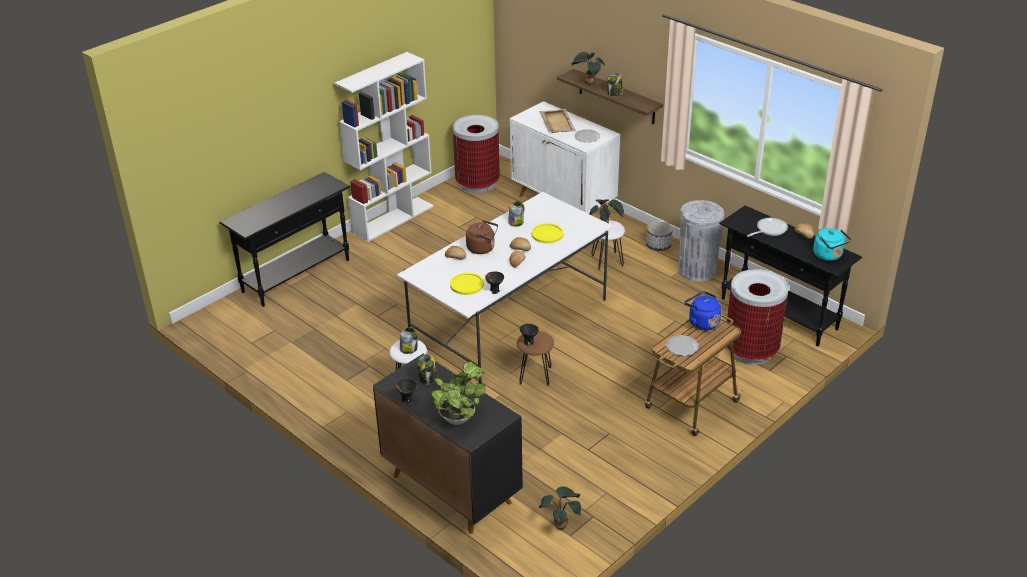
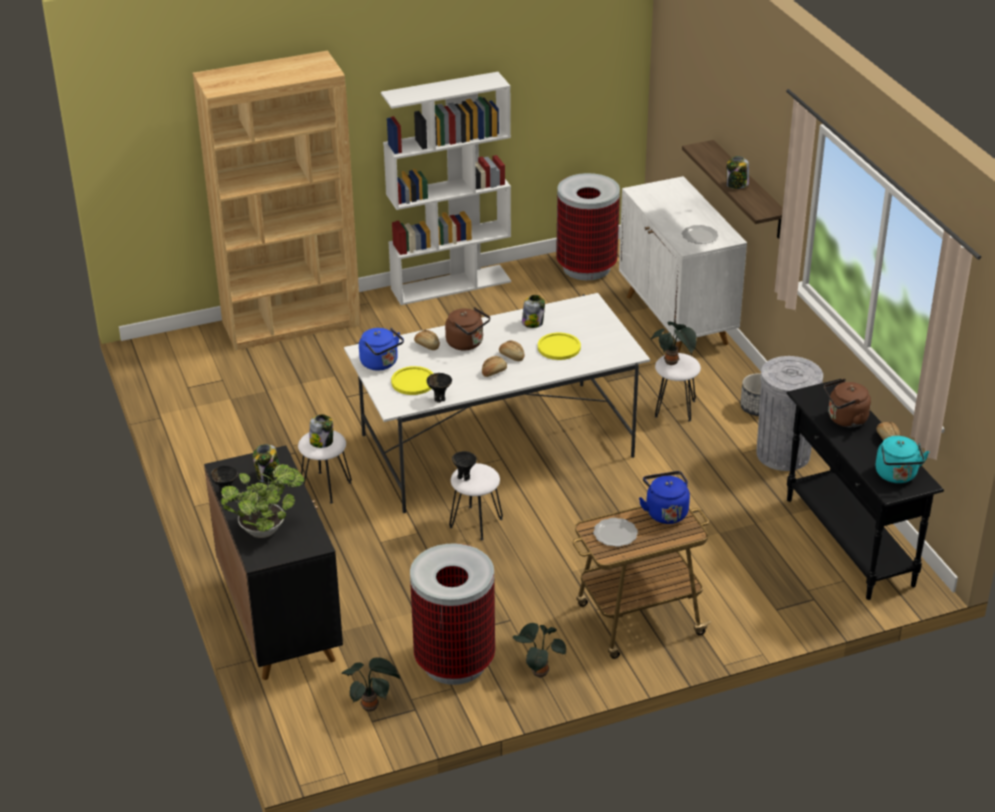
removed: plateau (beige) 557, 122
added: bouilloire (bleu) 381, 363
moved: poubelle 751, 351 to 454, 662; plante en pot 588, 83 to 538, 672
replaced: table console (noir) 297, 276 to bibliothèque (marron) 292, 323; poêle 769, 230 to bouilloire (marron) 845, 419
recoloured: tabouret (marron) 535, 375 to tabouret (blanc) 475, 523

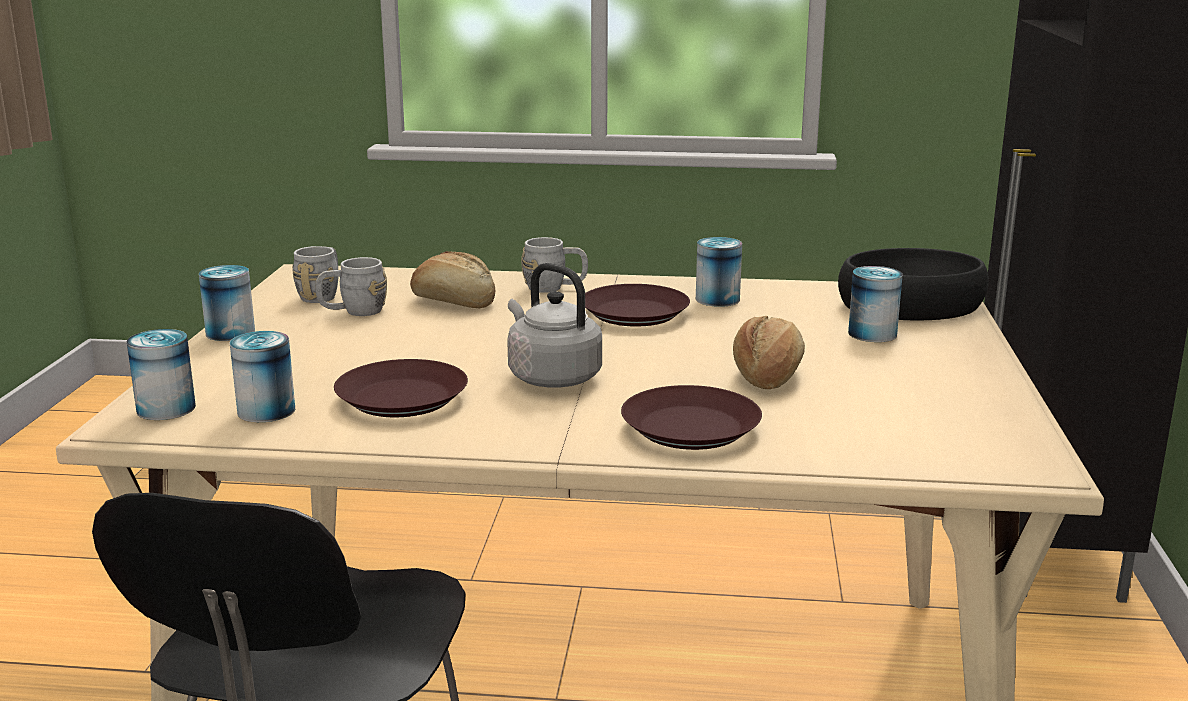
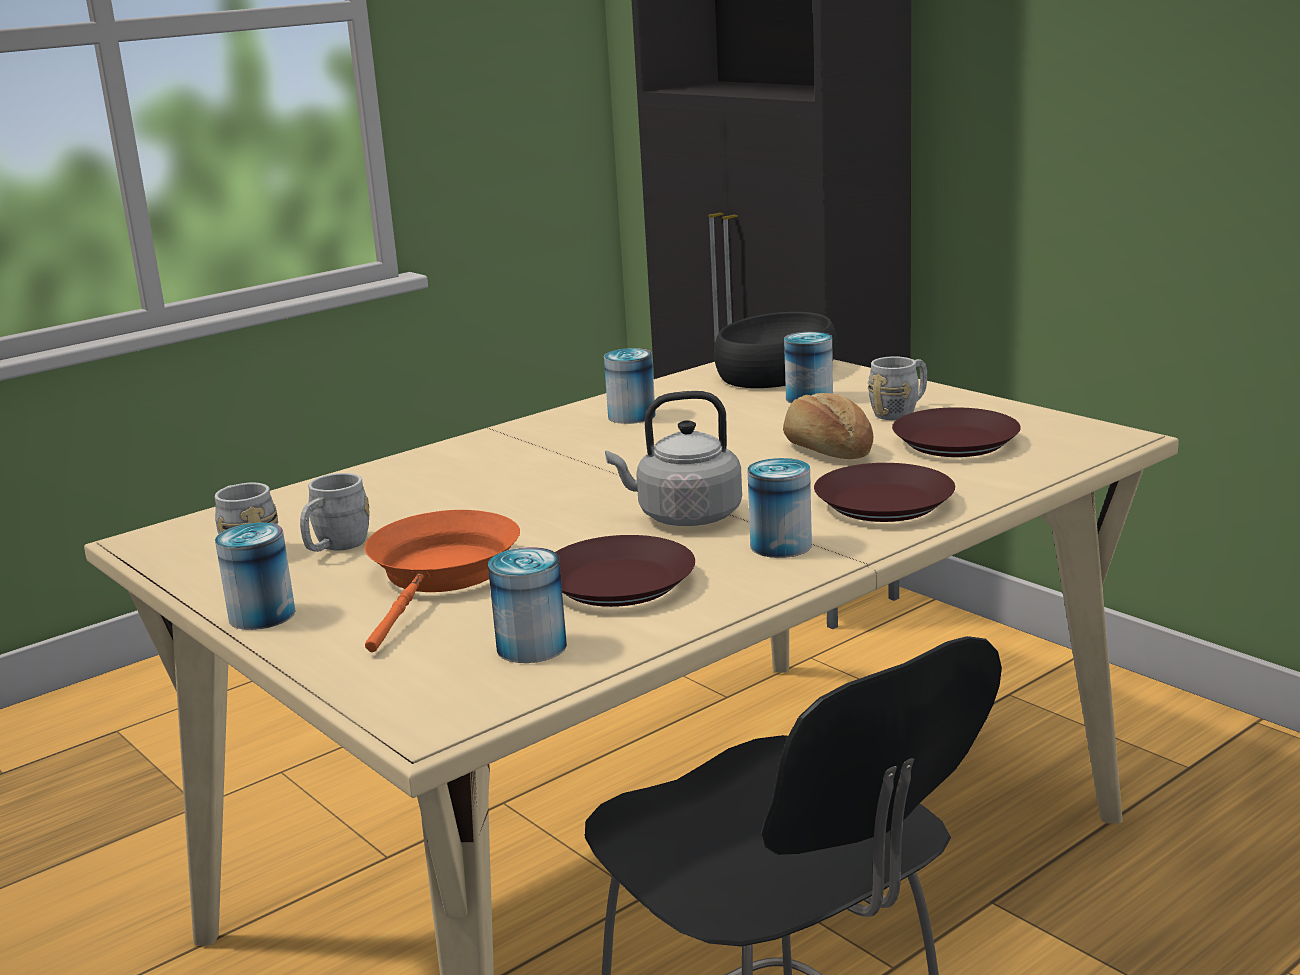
removed: pain 454, 301
added: poêle (orange) 442, 575
moved: boîte métallique 166, 409 to 781, 545; mug (gris) 554, 288 to 901, 411; assiette (marron) 634, 314 to 956, 443

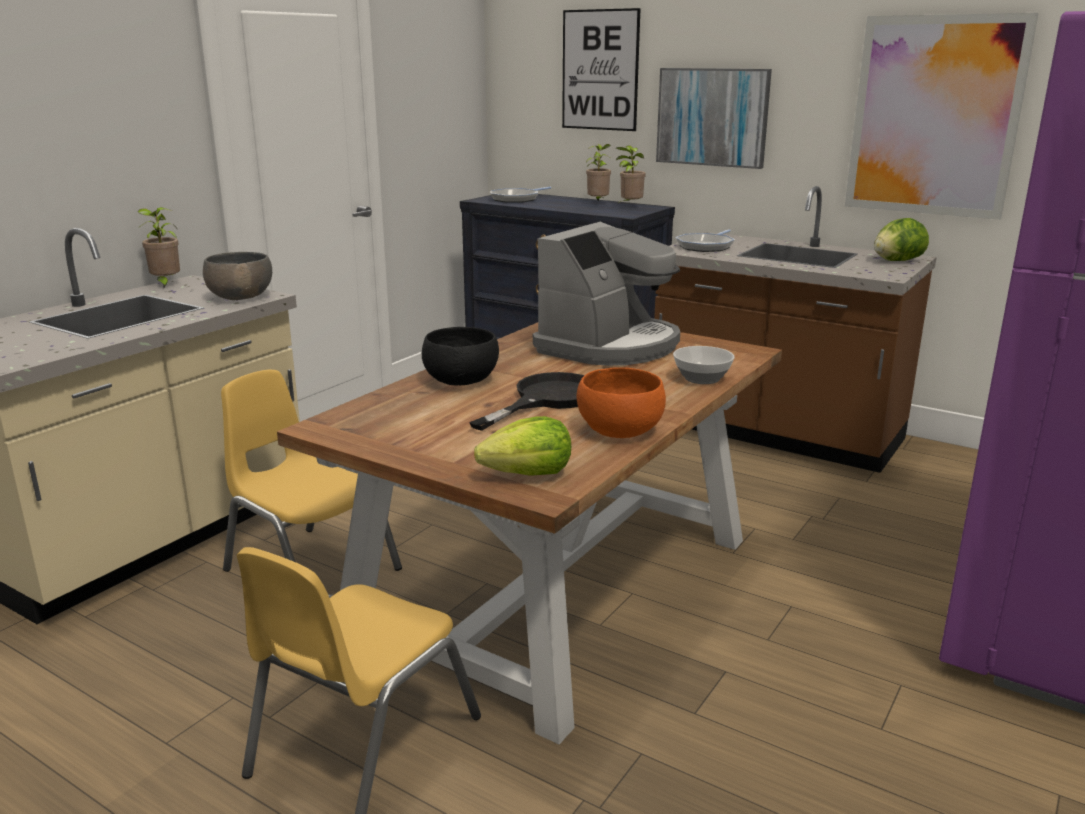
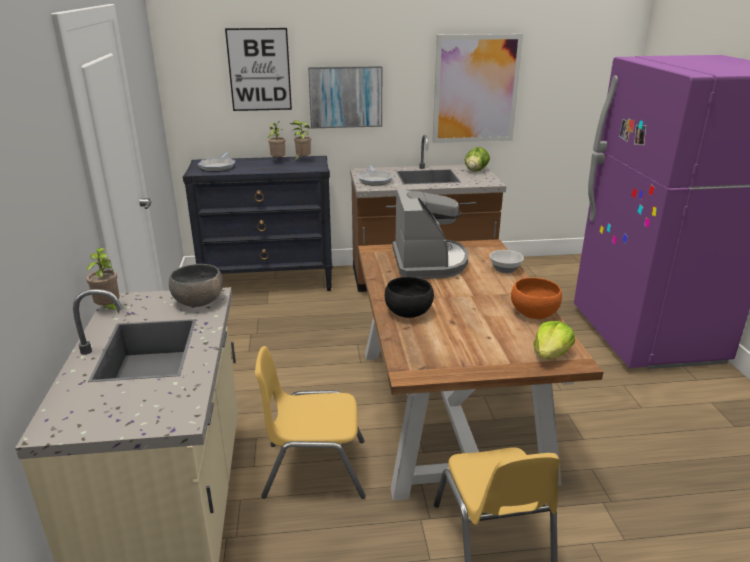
removed: poêle (noir) 547, 399

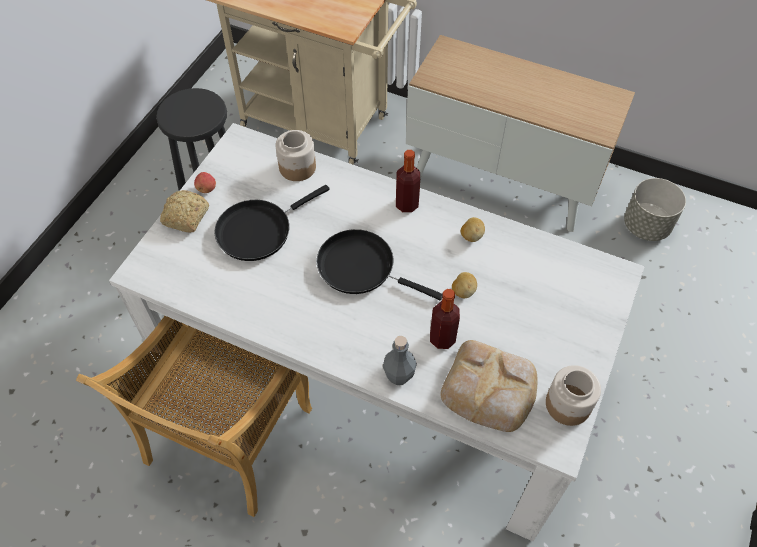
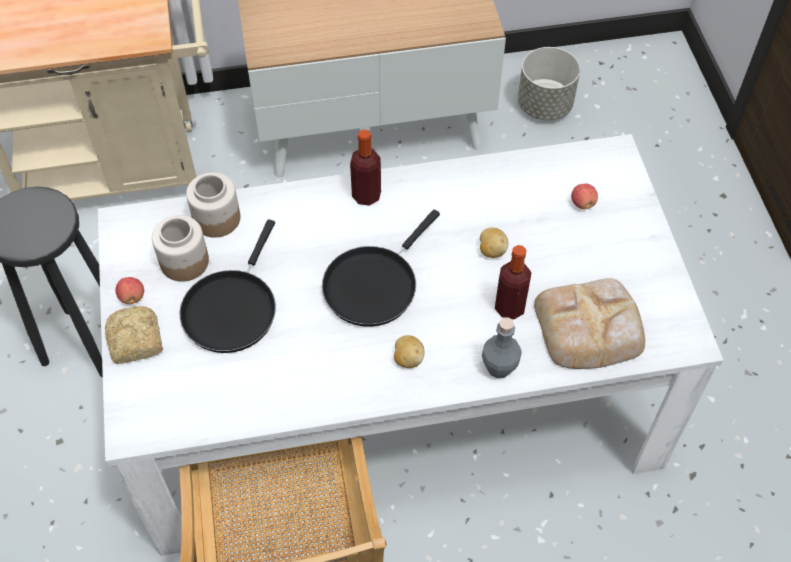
added: pomme 582, 203
moved: bocal 567, 404 to 183, 262; pomme de terre 471, 236 to 408, 359
turned: poêle (noir) 361, 267 = 374, 284 45 degrees counterclockwise

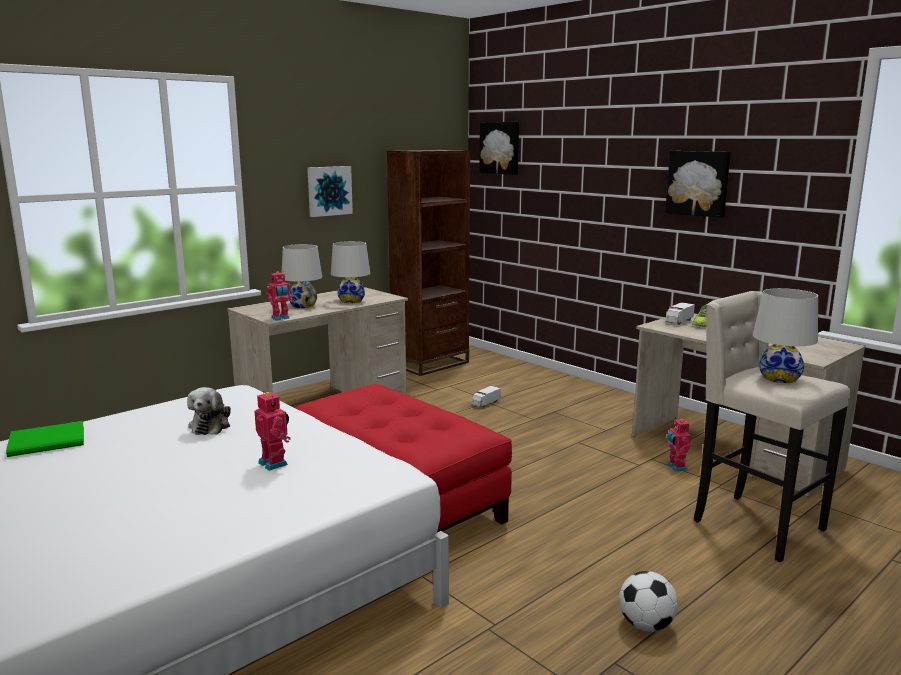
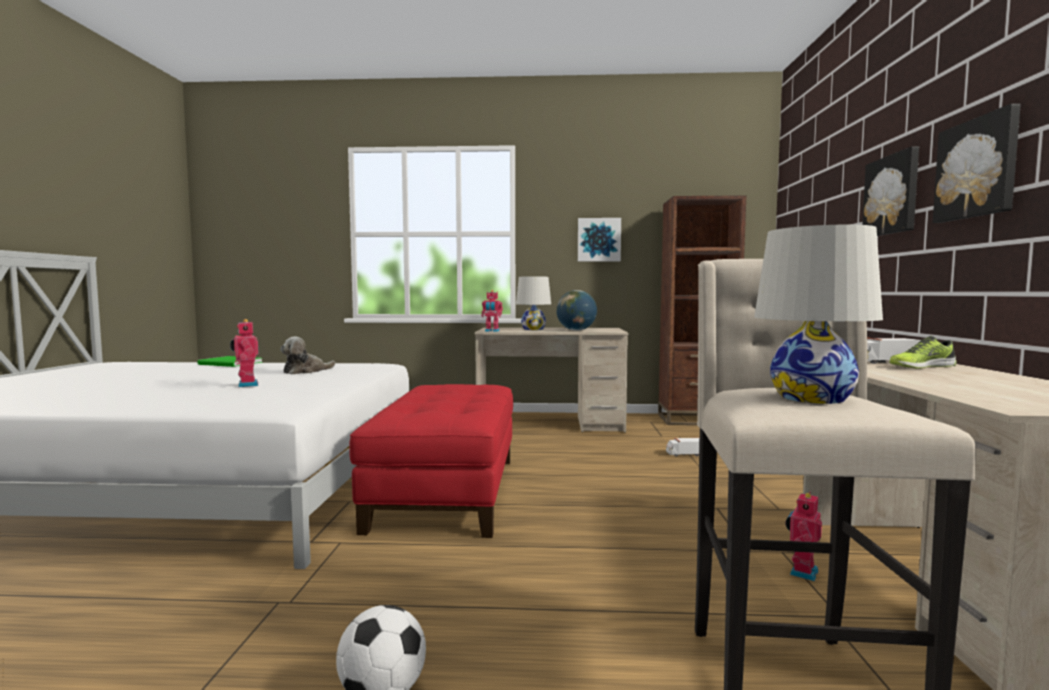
moved: tableau 500, 148 to 892, 195
replaced: lampe de table (blanc) 351, 301 to globe 576, 330
turned: robot jouet 274, 463 = 246, 385 150 degrees clockwise

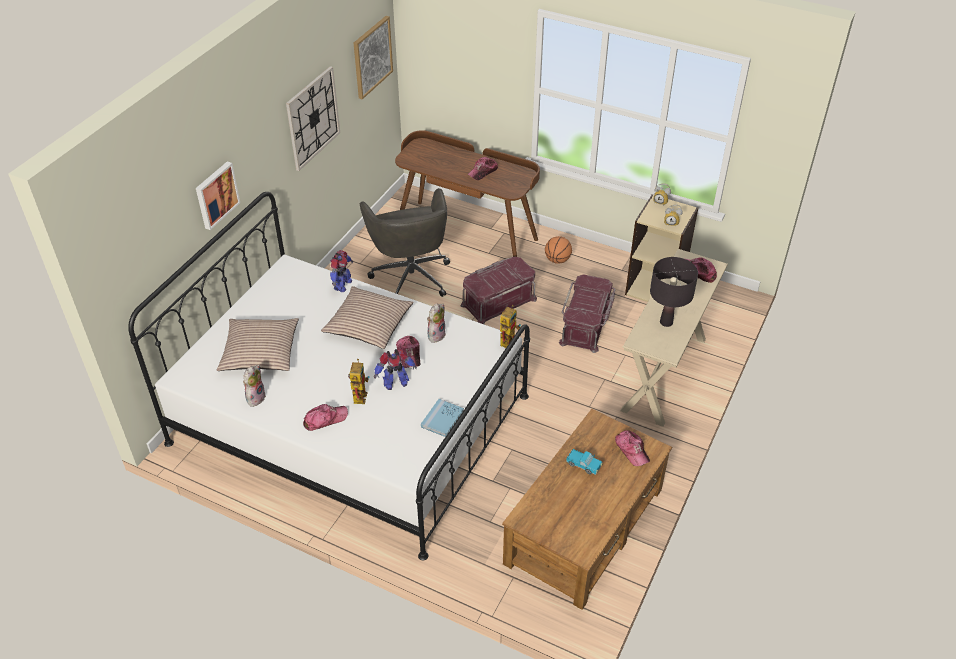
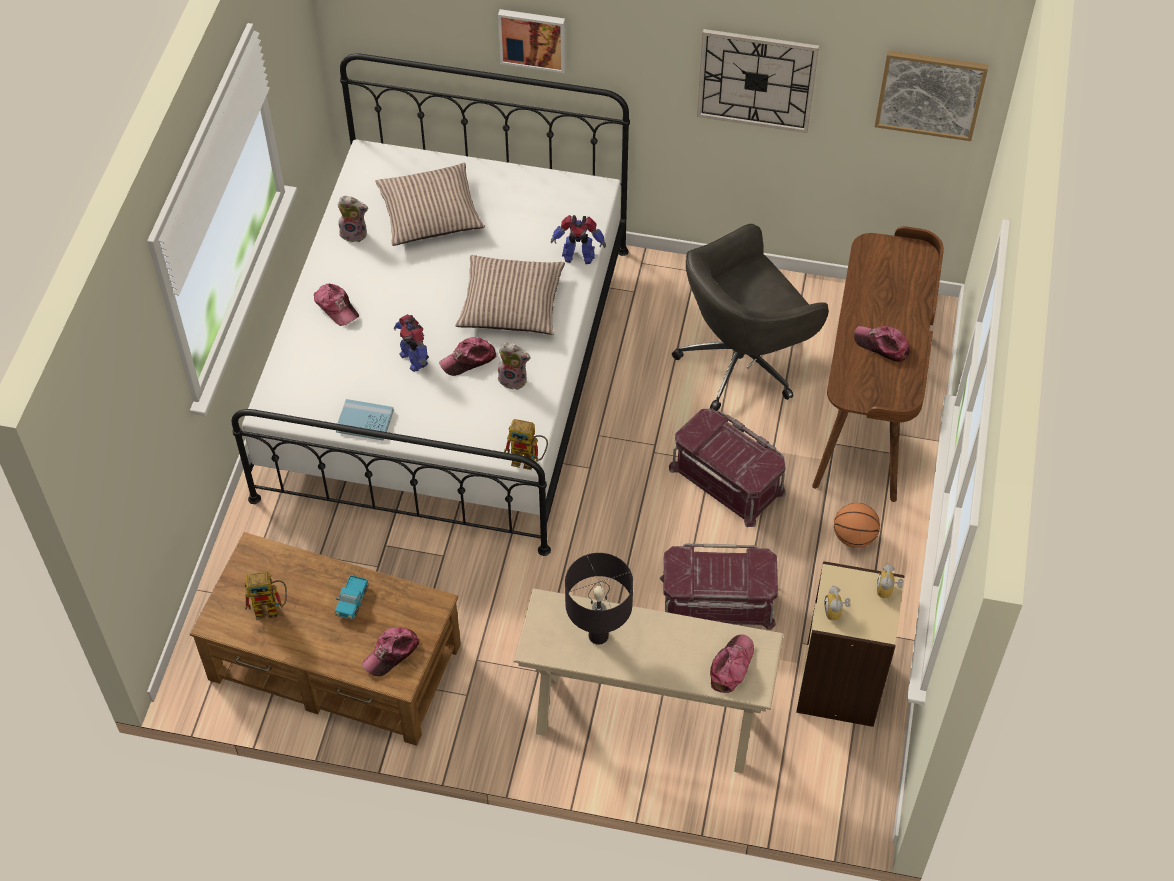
moved: robot jouet 359, 394 to 272, 608

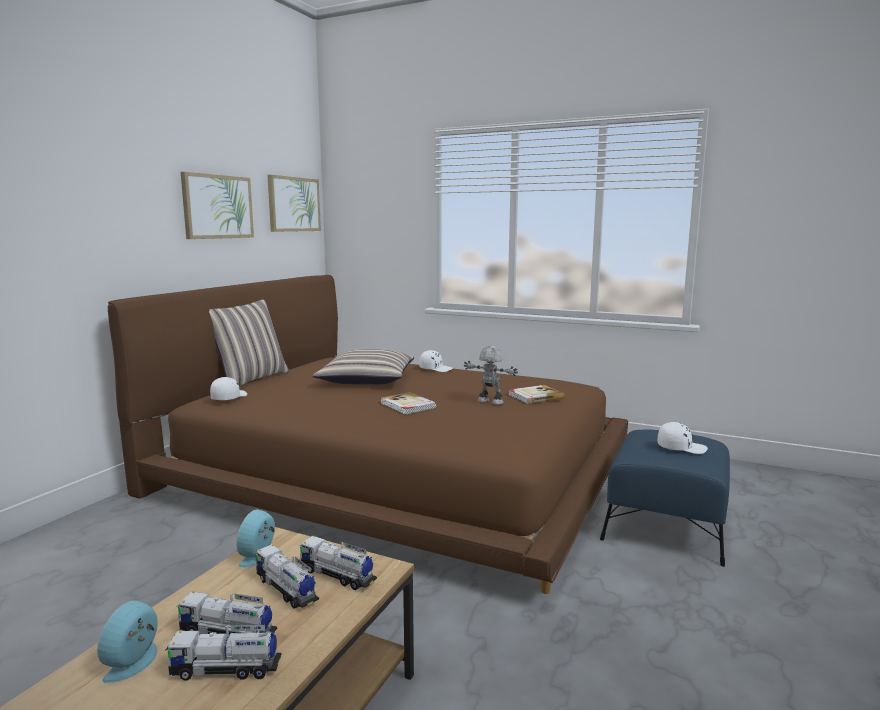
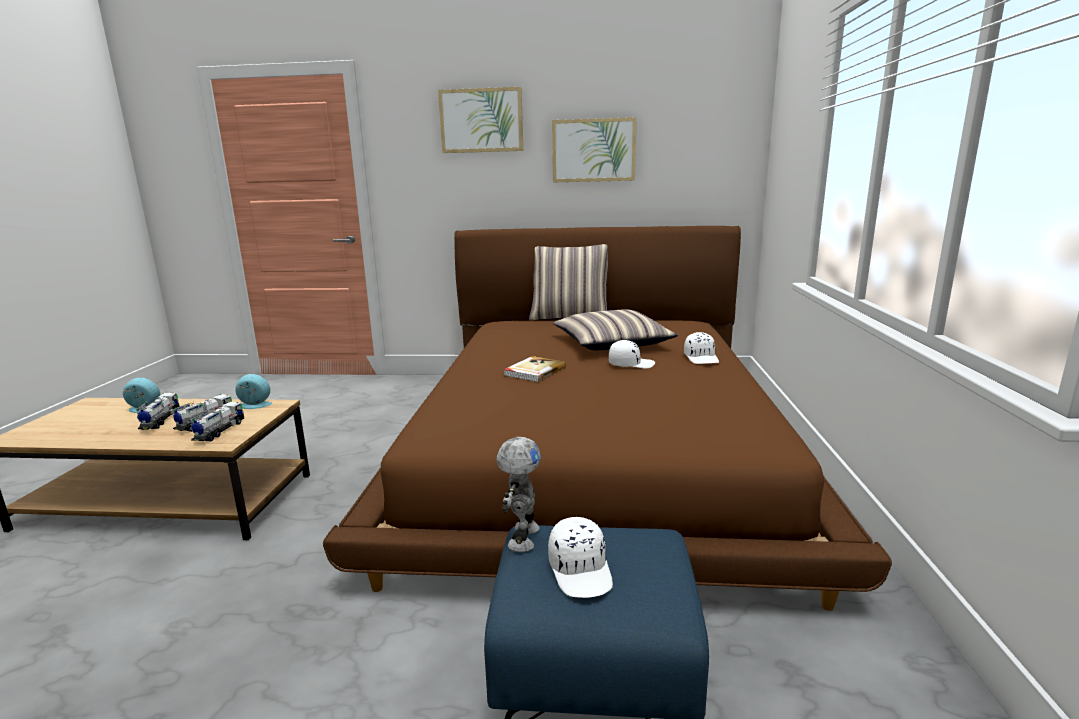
removed: camion jouet 226, 669; livre 535, 396
moved: tableau 294, 204 to 481, 120; robot jouet 489, 402 to 521, 537; casquette (blanc) 228, 397 to 630, 364

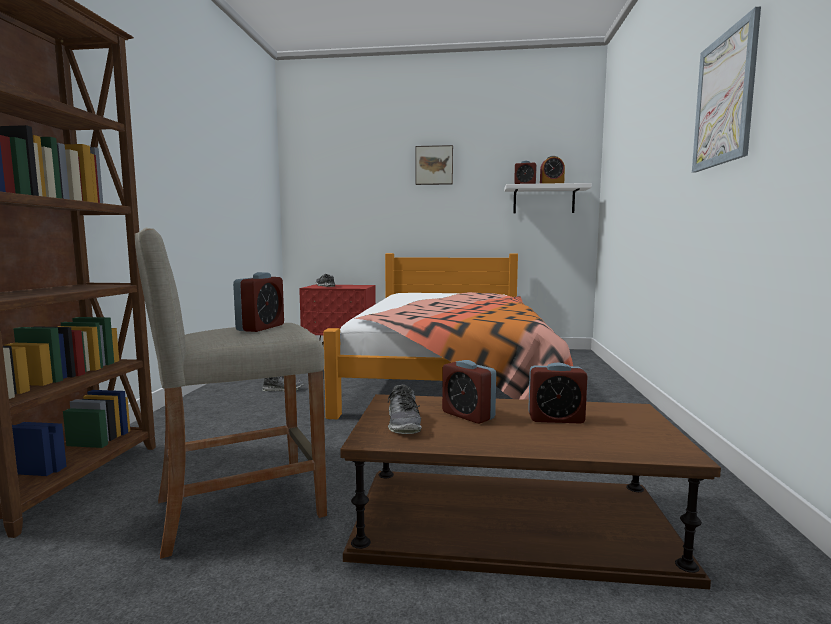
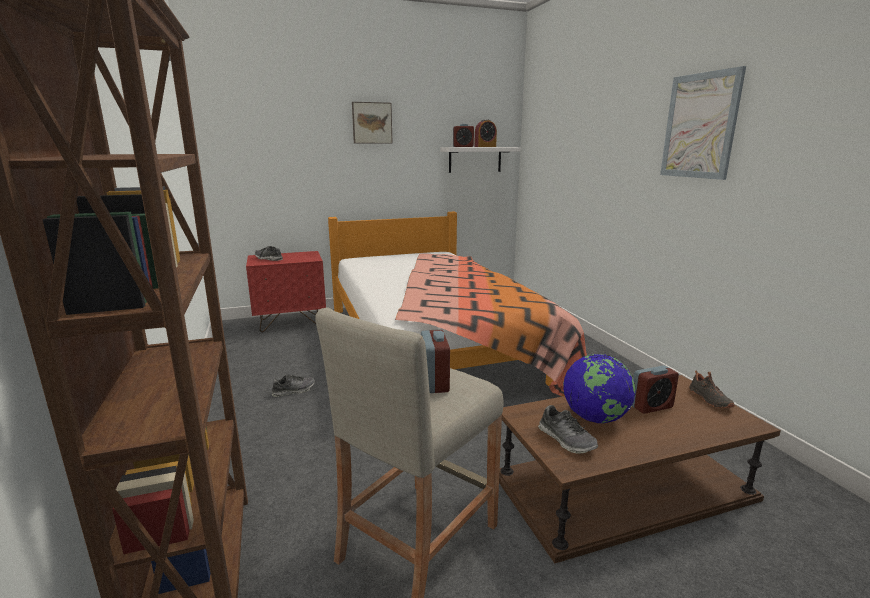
added: chaussure (noir) 708, 399
replaced: réveil 468, 415 to globe 595, 418

